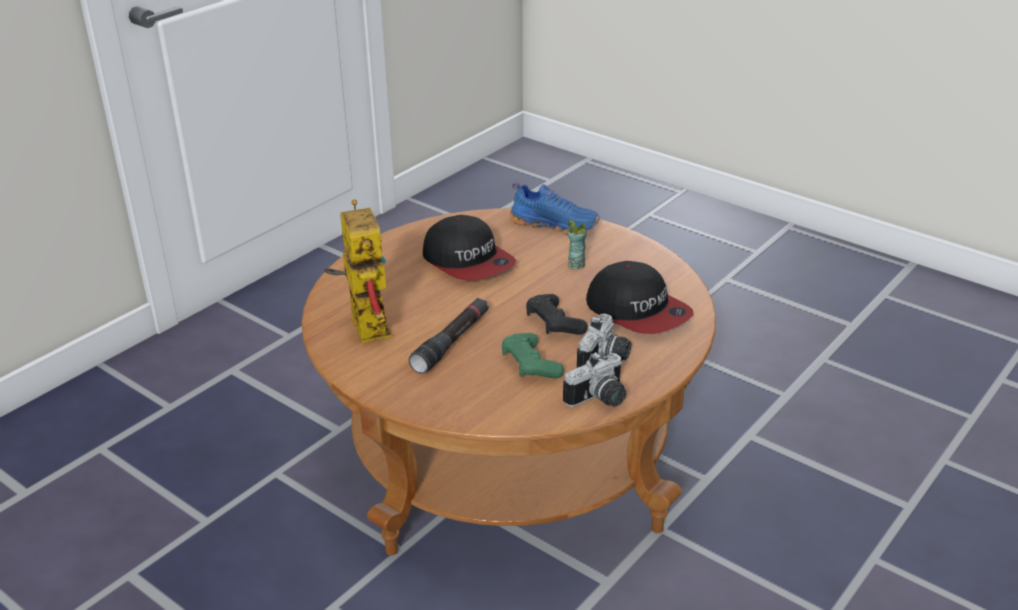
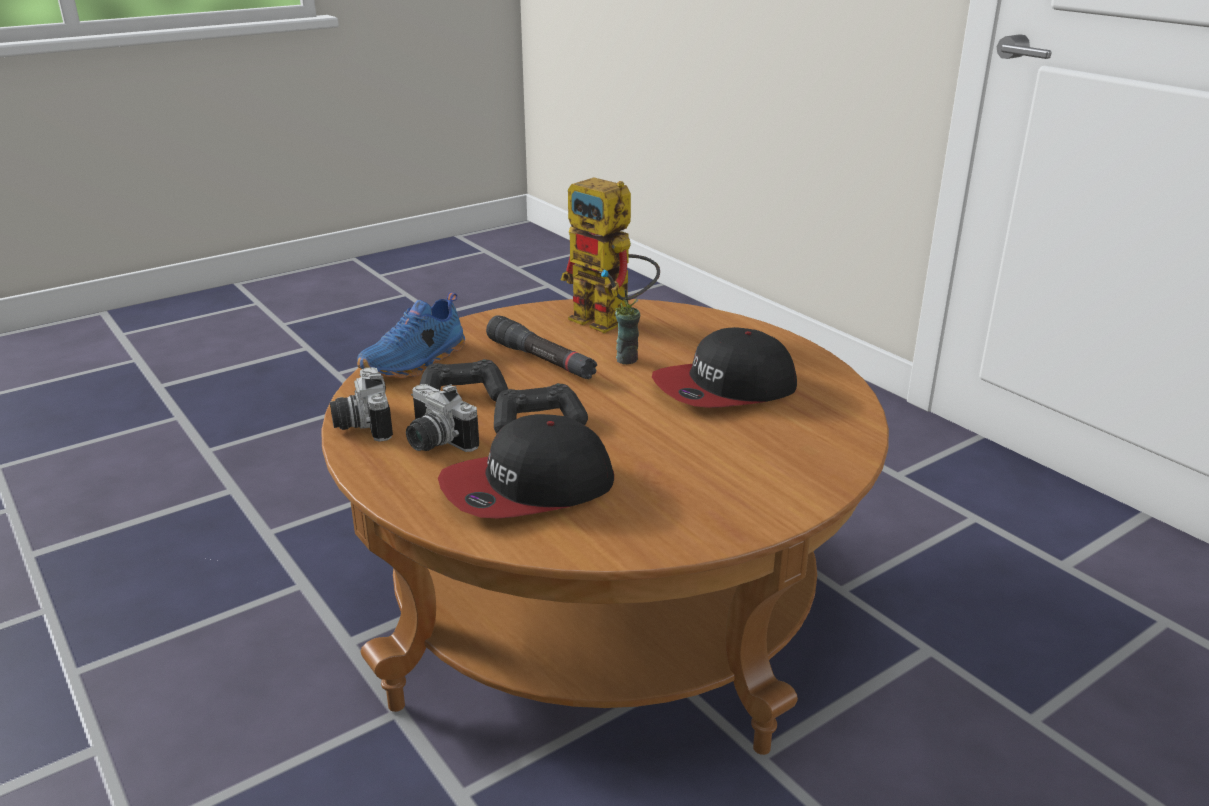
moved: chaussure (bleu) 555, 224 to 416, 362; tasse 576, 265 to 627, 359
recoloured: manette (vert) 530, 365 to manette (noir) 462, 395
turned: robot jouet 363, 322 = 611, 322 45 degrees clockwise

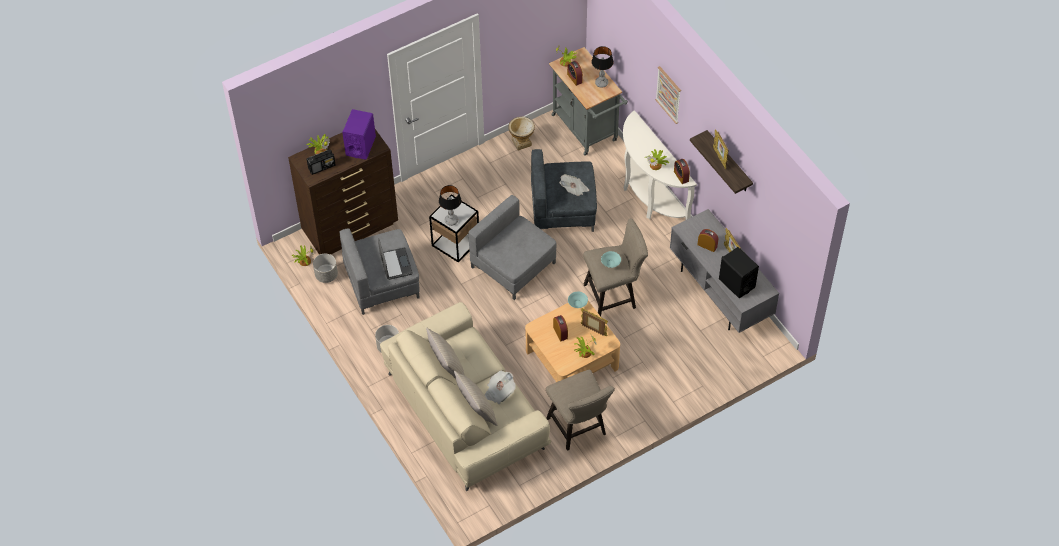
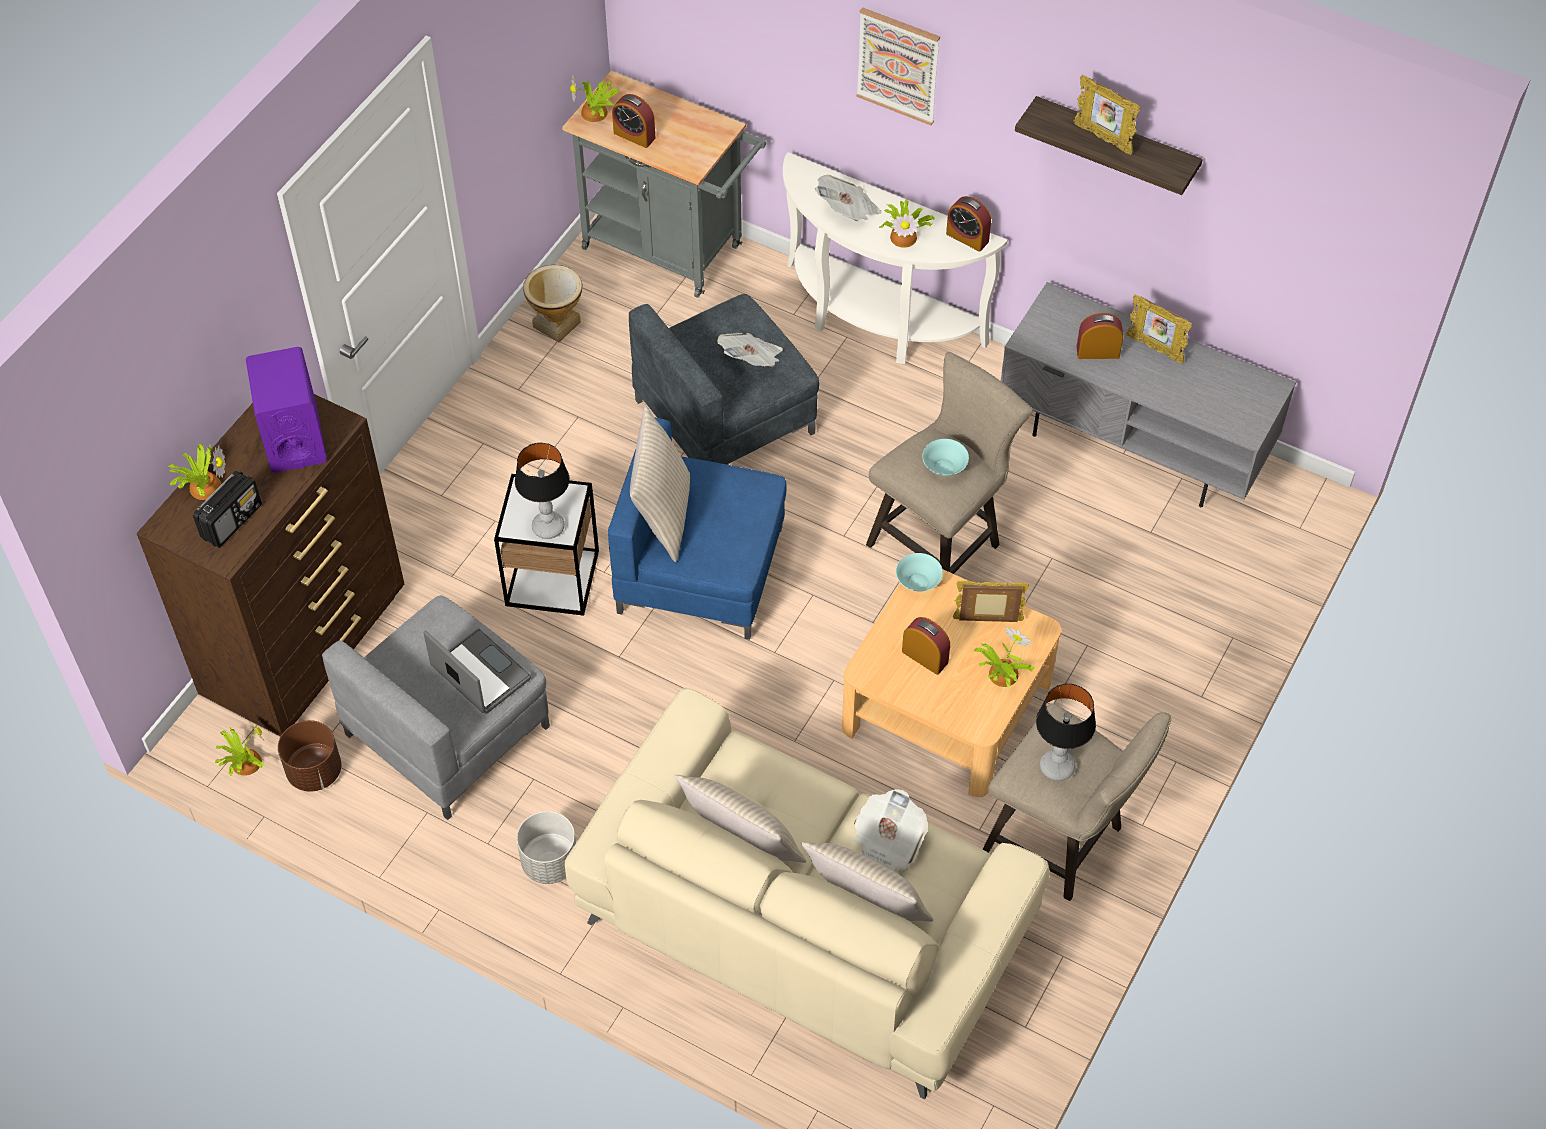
removed: enceinte (noir) 736, 283
added: coussin (beige) 662, 515; journal 848, 211
moved: lampe de table 601, 83 to 1057, 767
recoloured: cache-pot (gris) 326, 275 to cache-pot (marron) 315, 771; fauteuil (gris) 513, 266 to fauteuil (bleu) 702, 571

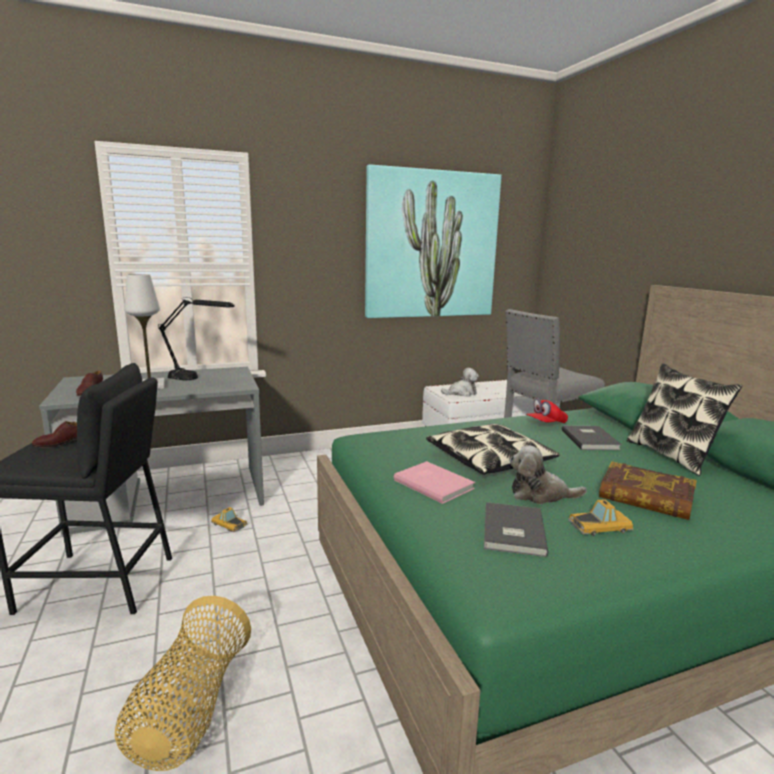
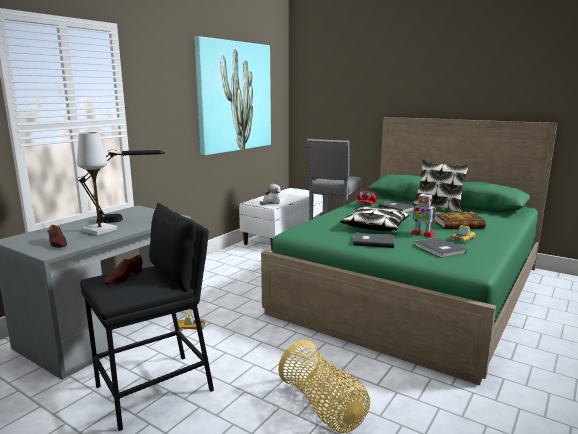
replaced: peluche 540, 494 to robot jouet 422, 234
recoloured: livre (rose) 434, 483 to livre (gris) 373, 241

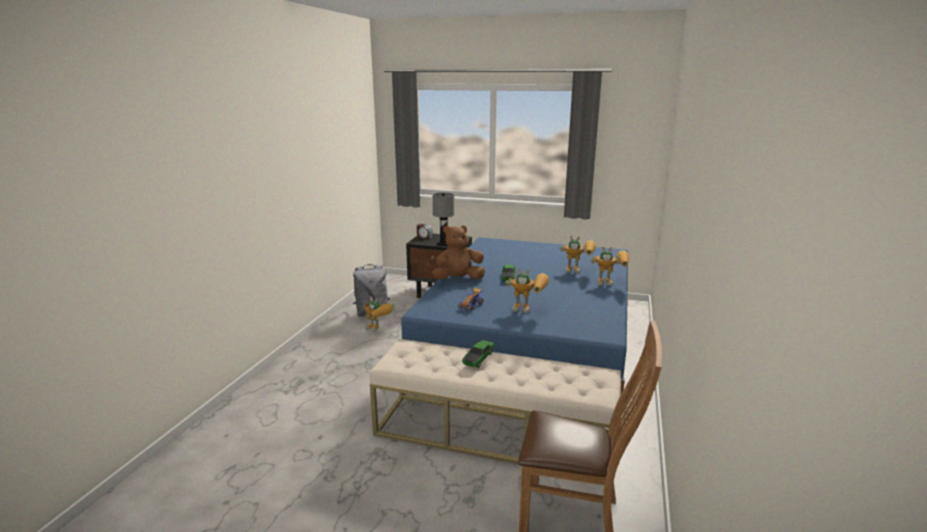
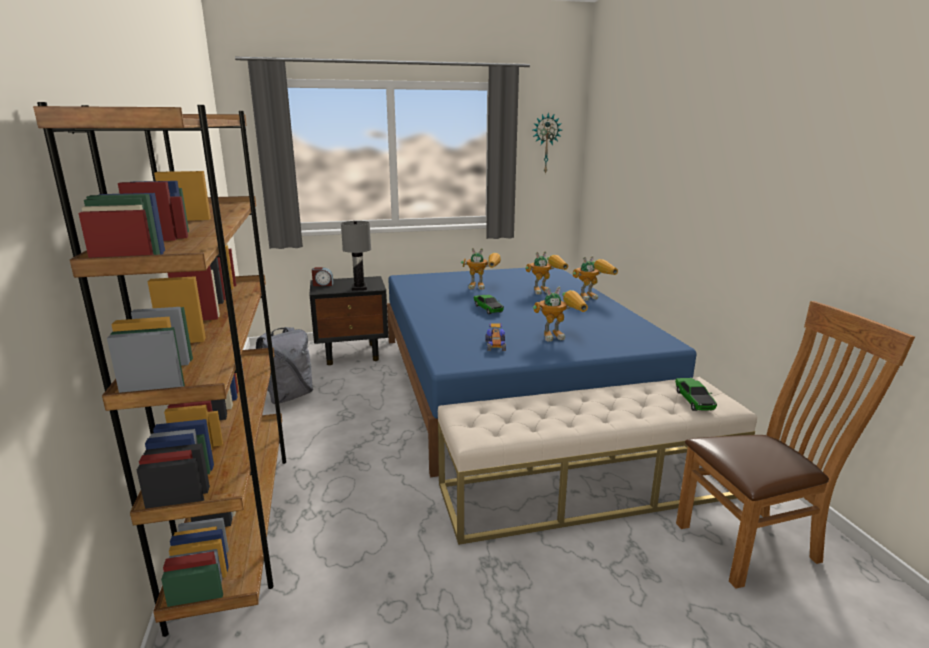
removed: peluche (marron) 458, 279
added: bibliothèque (marron) 238, 520; horloge murale 545, 143
moved: robot jouet 378, 329 to 483, 287; petite voiture 478, 358 to 693, 400

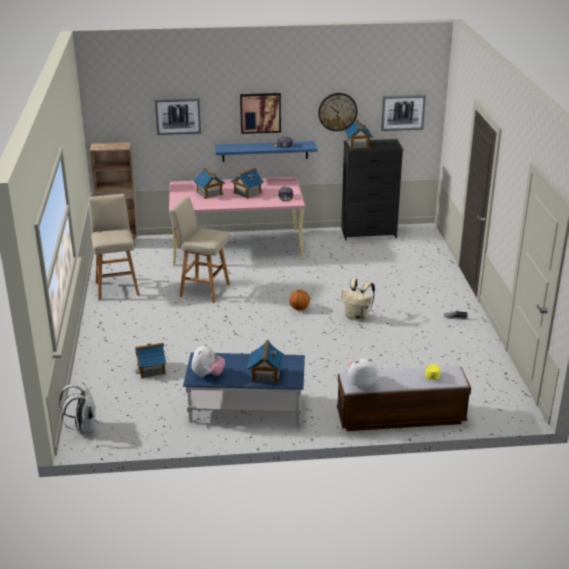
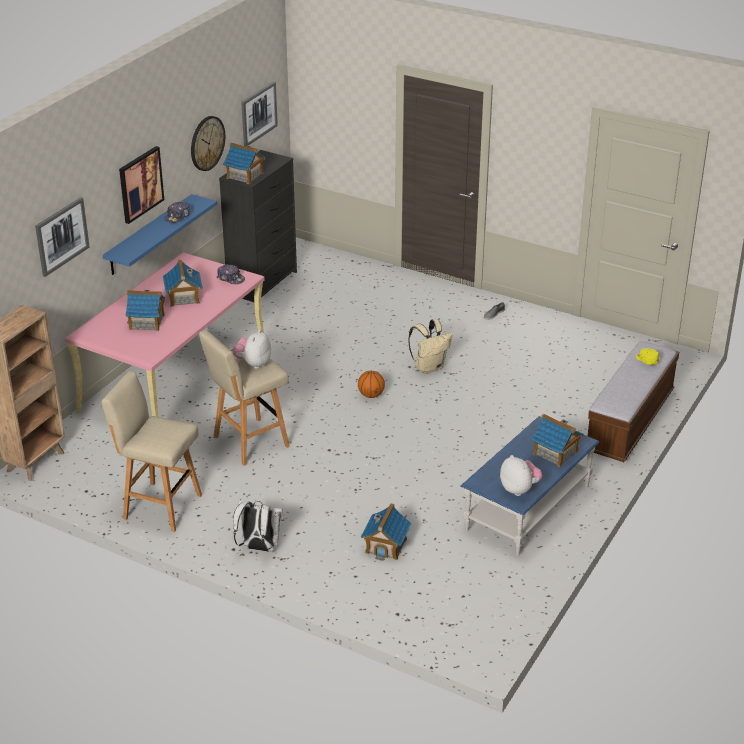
moved: peluche 360, 383 to 253, 363; sac à dos (blanc) 83, 428 to 259, 547

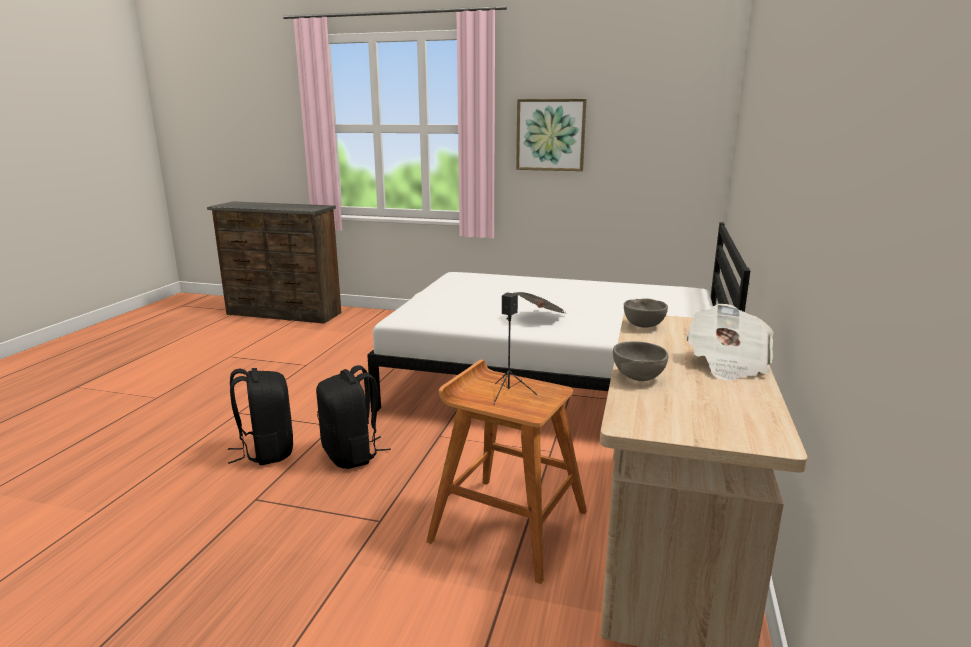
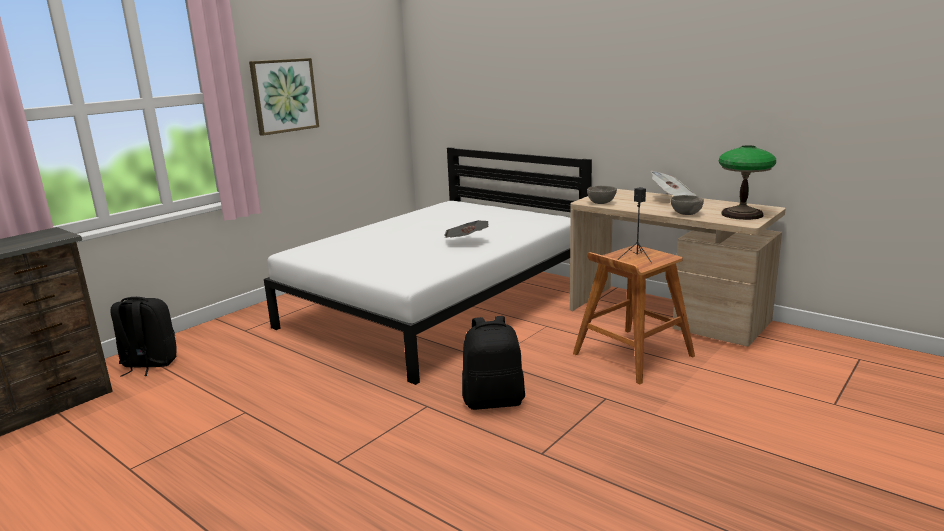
added: lampe de table 741, 214
moved: sac à dos (noir) 266, 451 to 148, 364

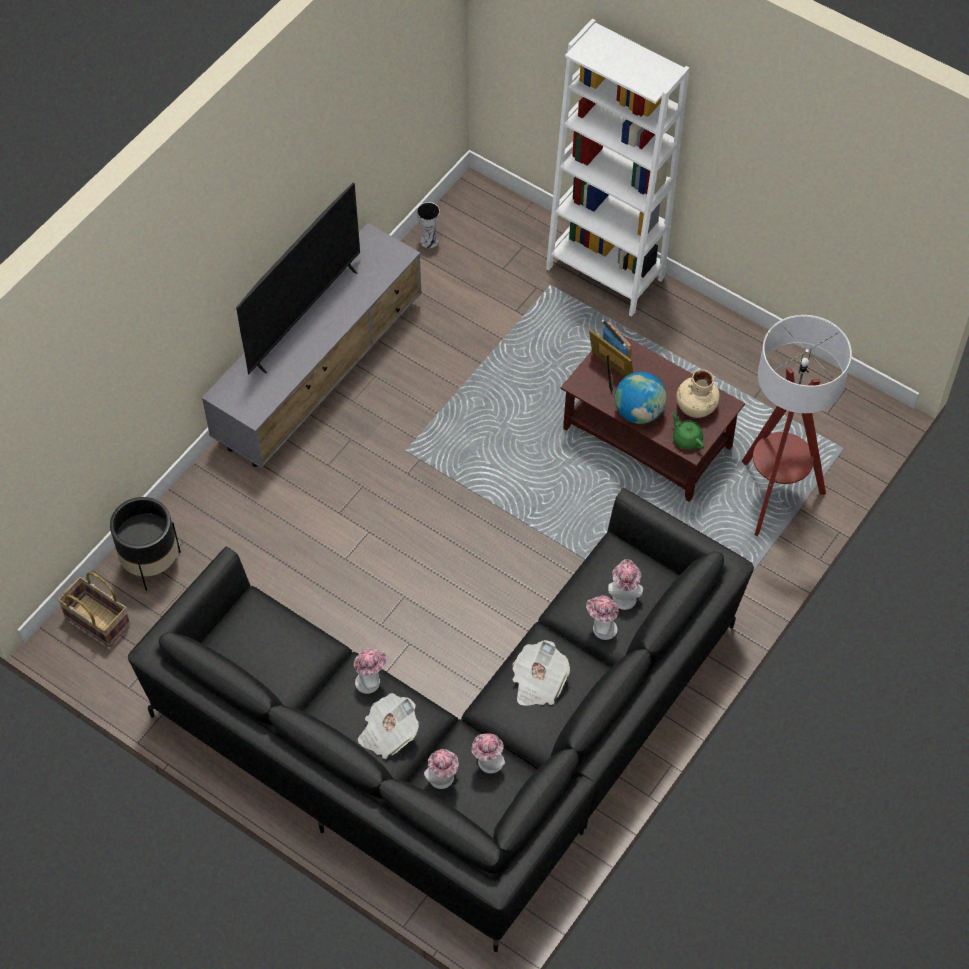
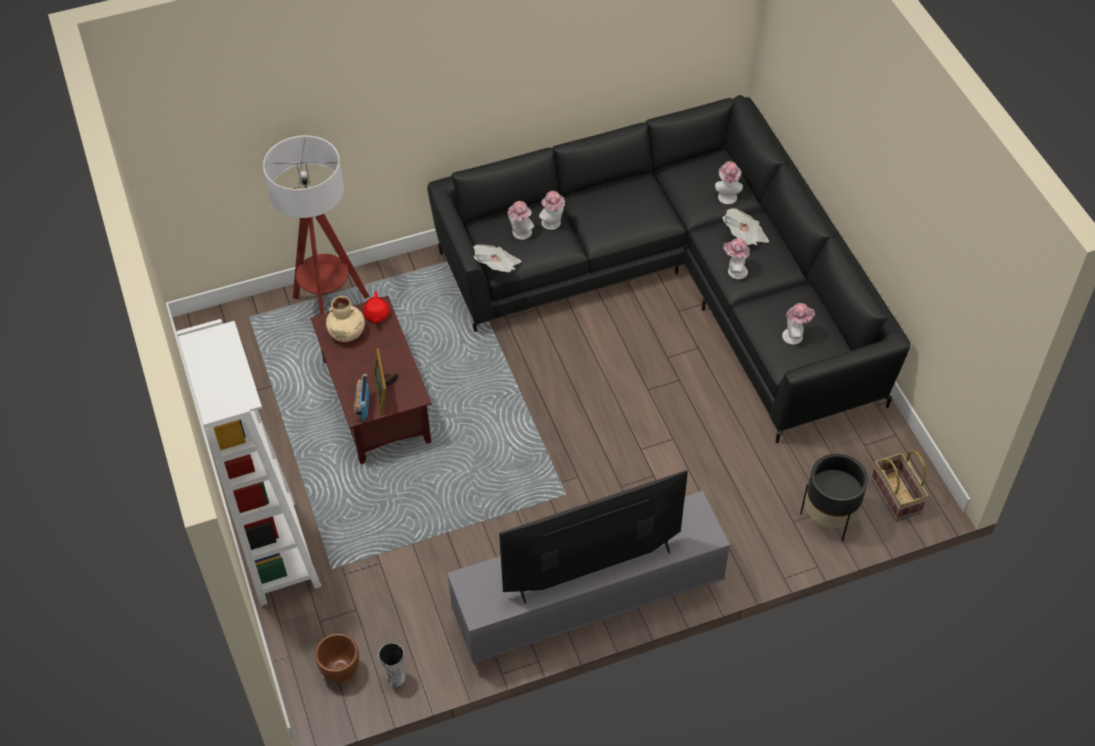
removed: globe 639, 412
added: cache-pot (marron) 341, 670
moved: journal 538, 682 to 497, 266; chapeau 488, 764 to 795, 336
recoloured: théière (vert) 687, 439 to théière (rouge) 376, 315

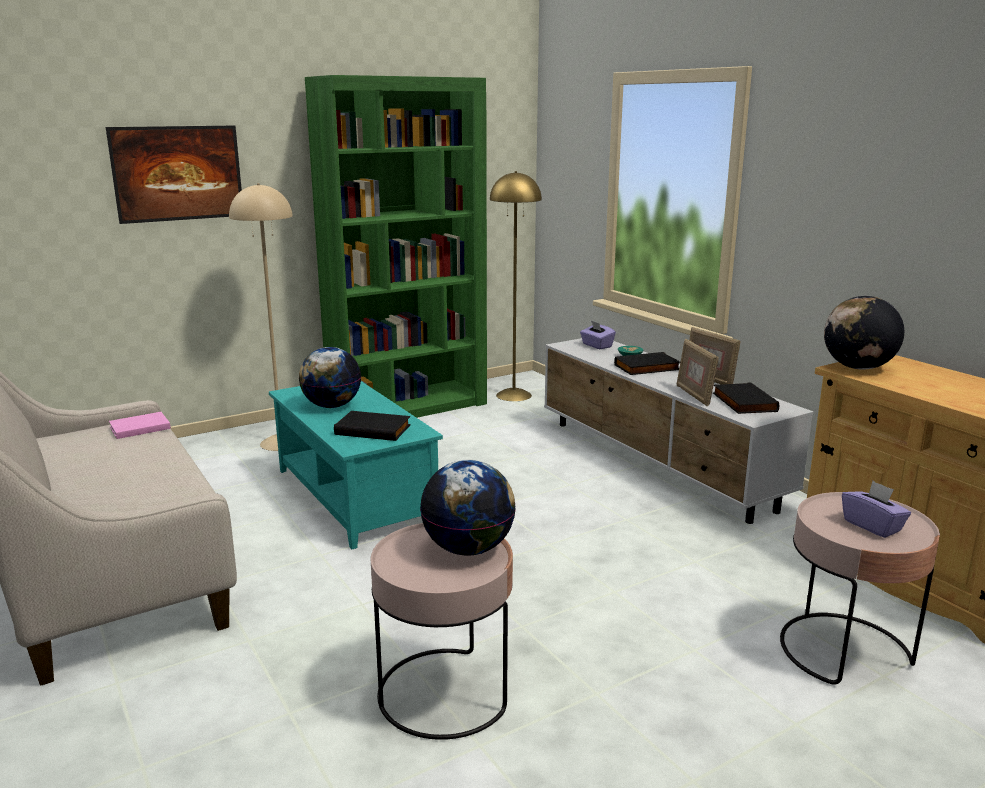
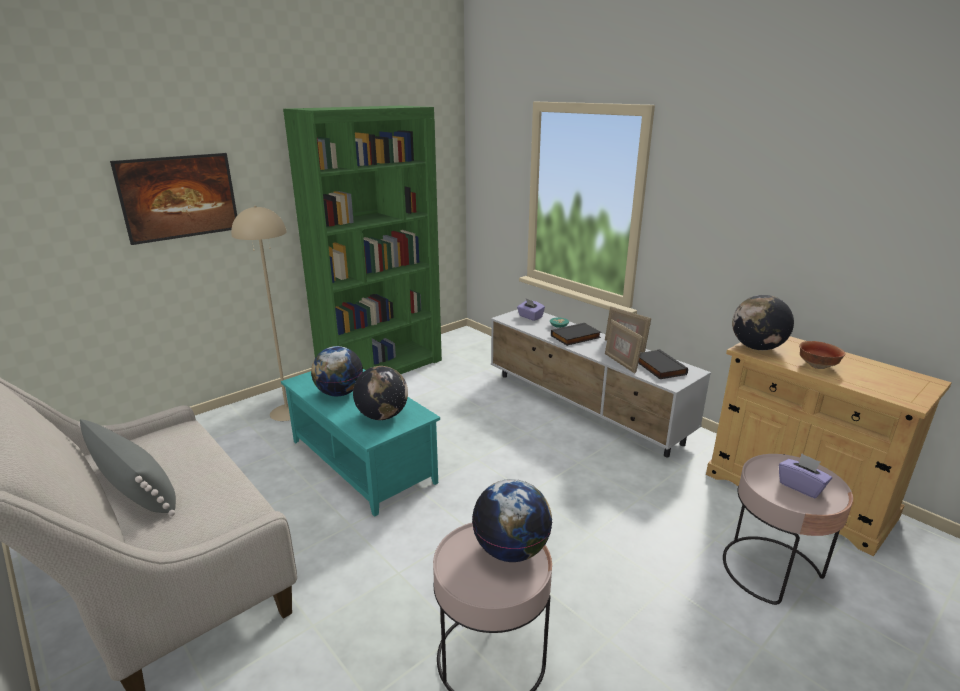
removed: livre (rose) 138, 428; lampadaire (jaune) 513, 395
added: coussin (gris) 136, 488; bol 817, 365
replaced: livre (noir) 374, 429 to globe 382, 416

